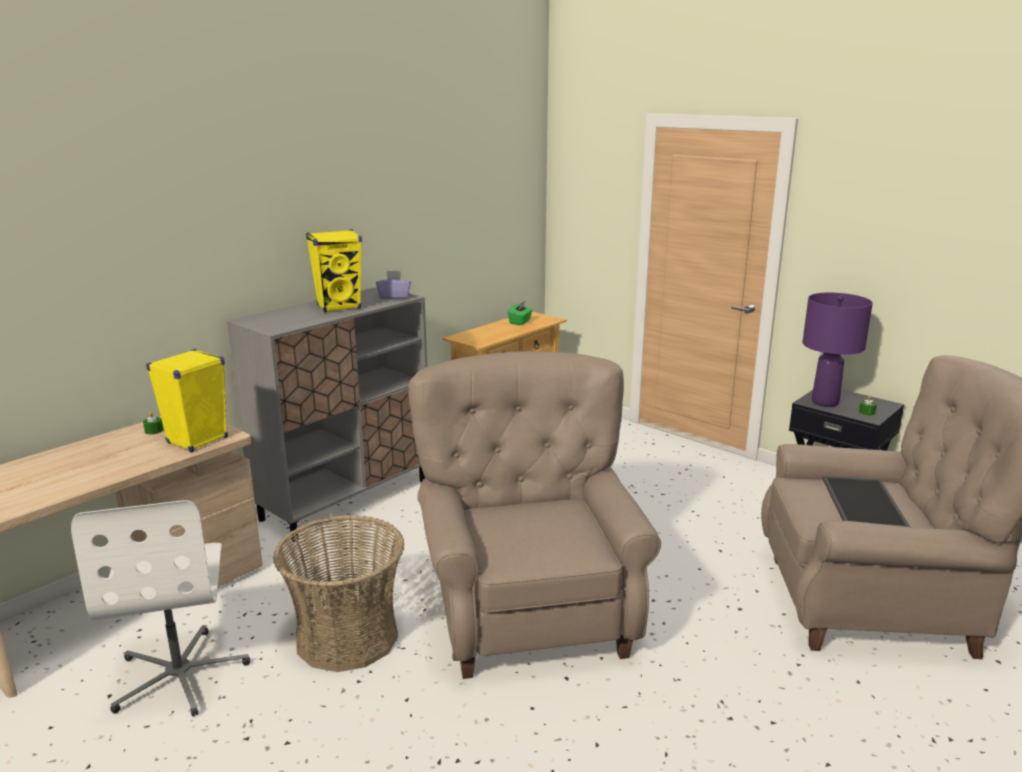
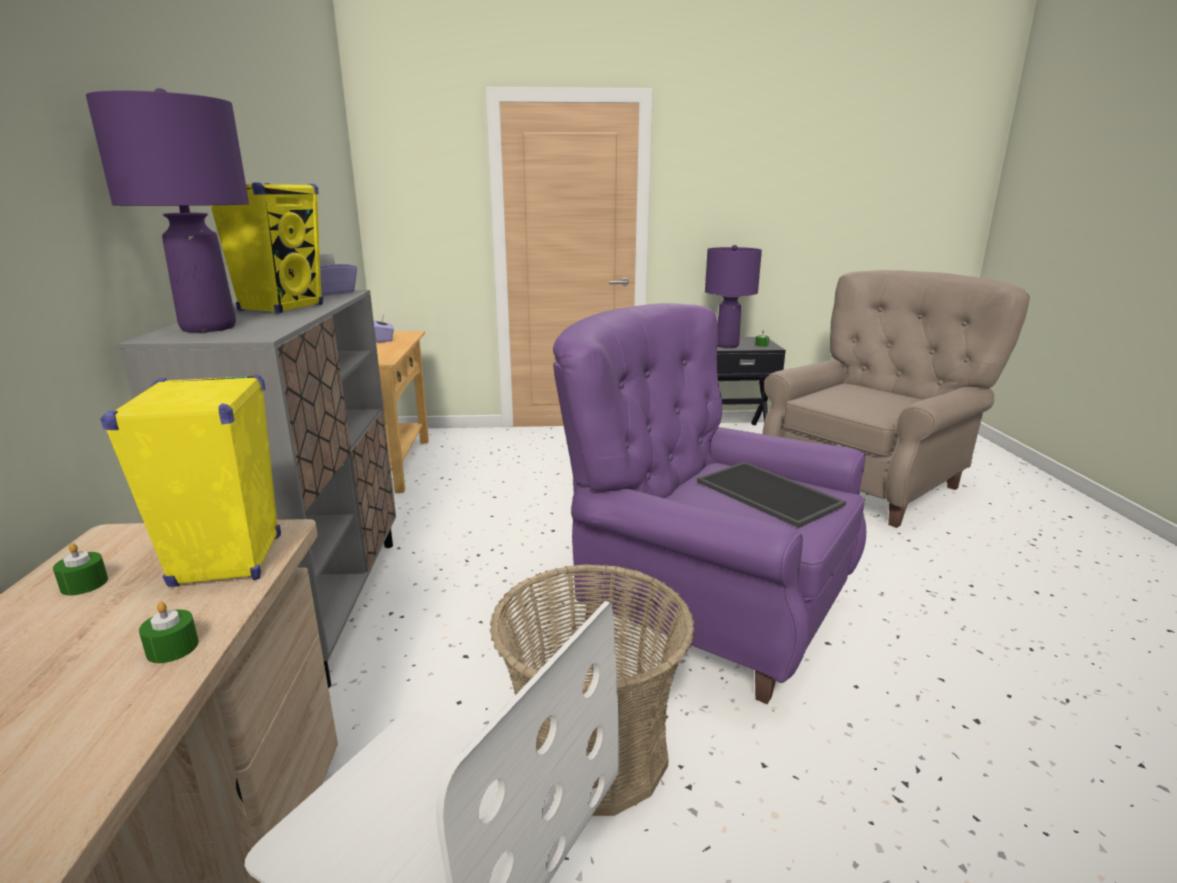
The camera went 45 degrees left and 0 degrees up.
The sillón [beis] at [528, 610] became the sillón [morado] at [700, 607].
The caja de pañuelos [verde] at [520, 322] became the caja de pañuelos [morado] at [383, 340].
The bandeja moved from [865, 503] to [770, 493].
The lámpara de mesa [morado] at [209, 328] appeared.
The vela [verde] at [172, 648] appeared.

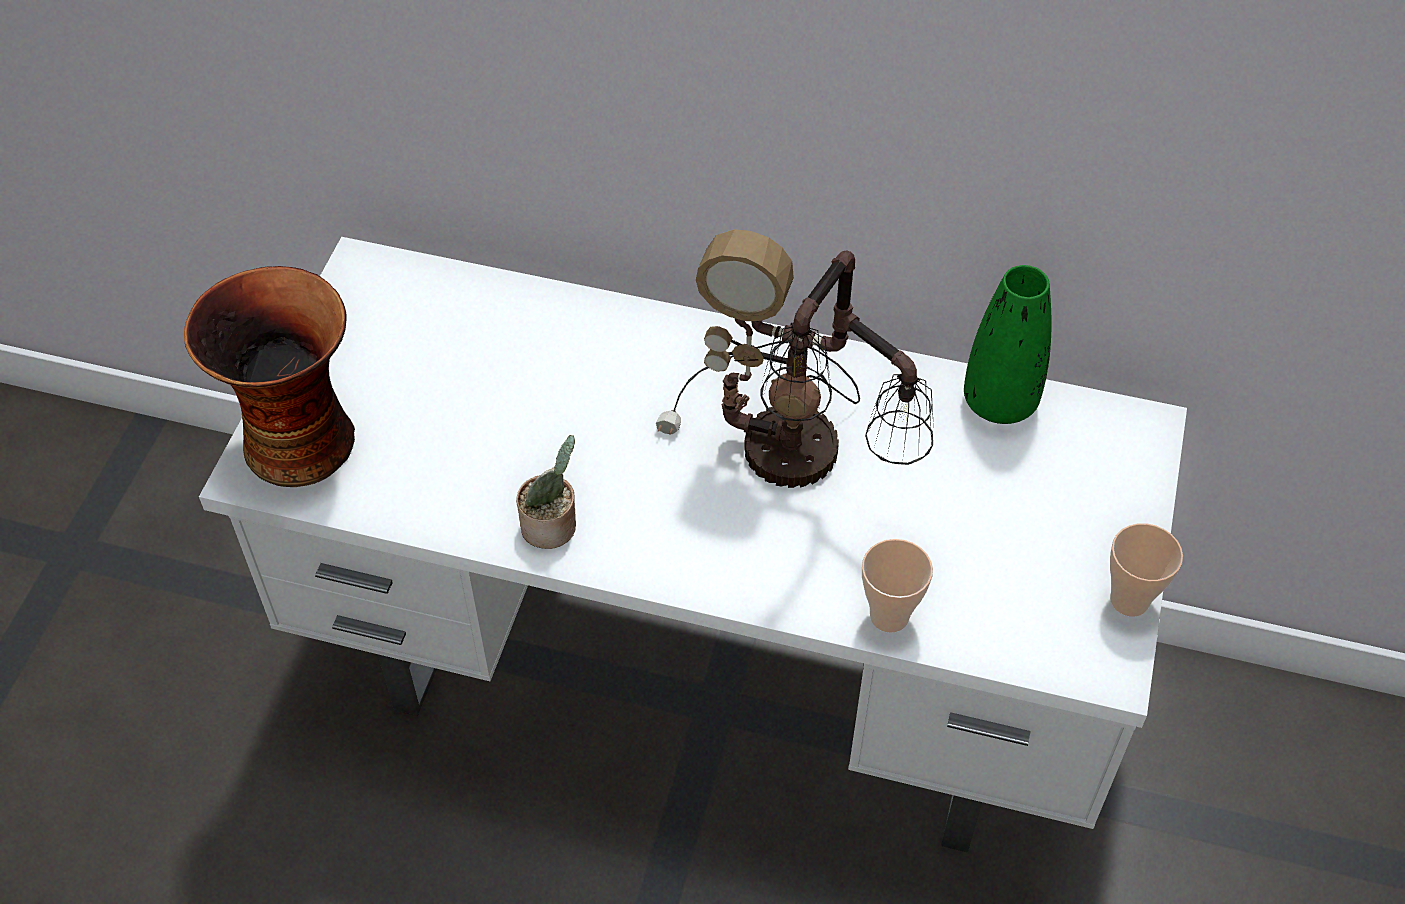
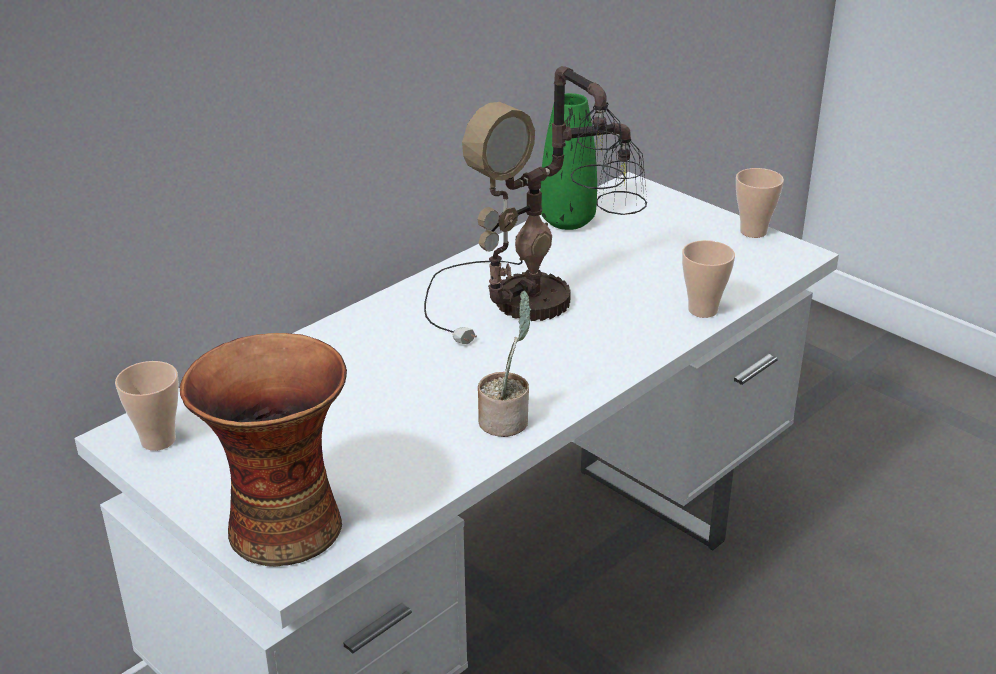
The camera went 60 degrees left and 20 degrees down.
The taza at [158, 440] appeared.

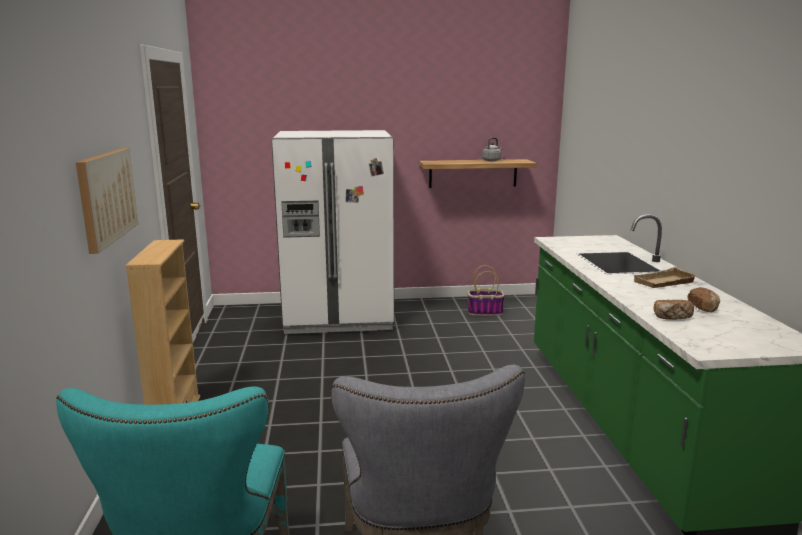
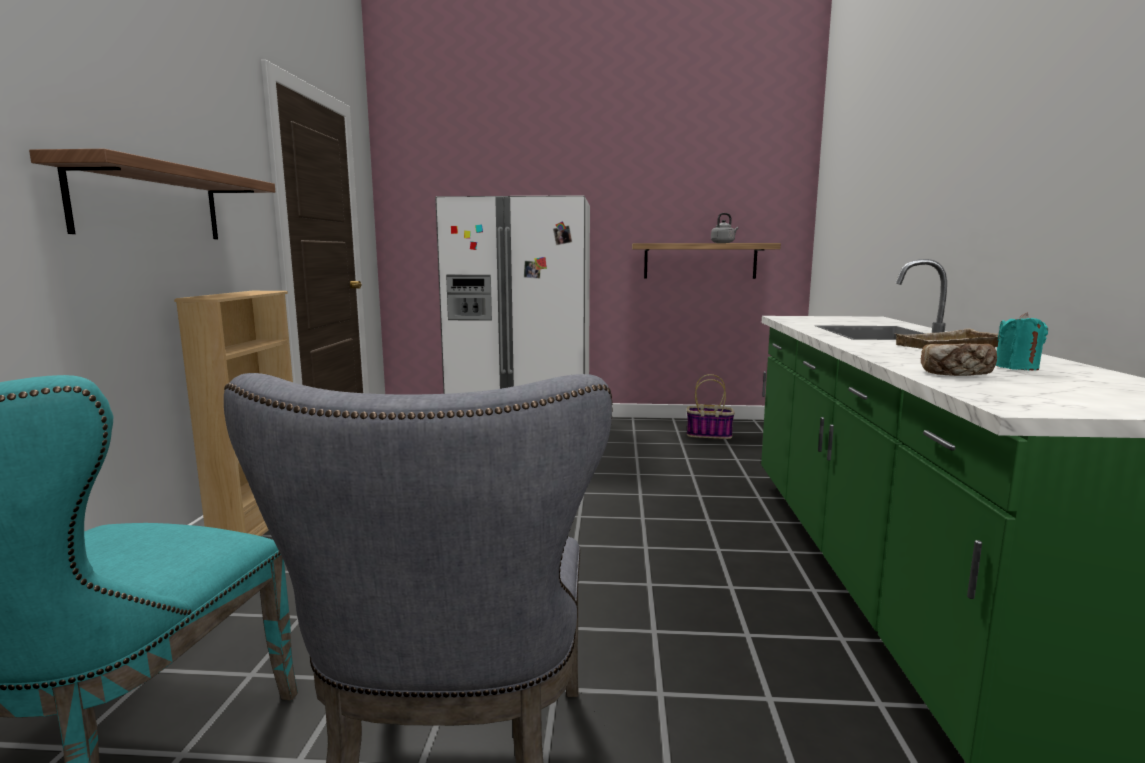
The camera went 10 degrees right and 5 degrees down.
The cuadro at [106, 196] was replaced by the estante at [149, 203].
The pan at [703, 307] was replaced by the vela [turquesa] at [1016, 367].

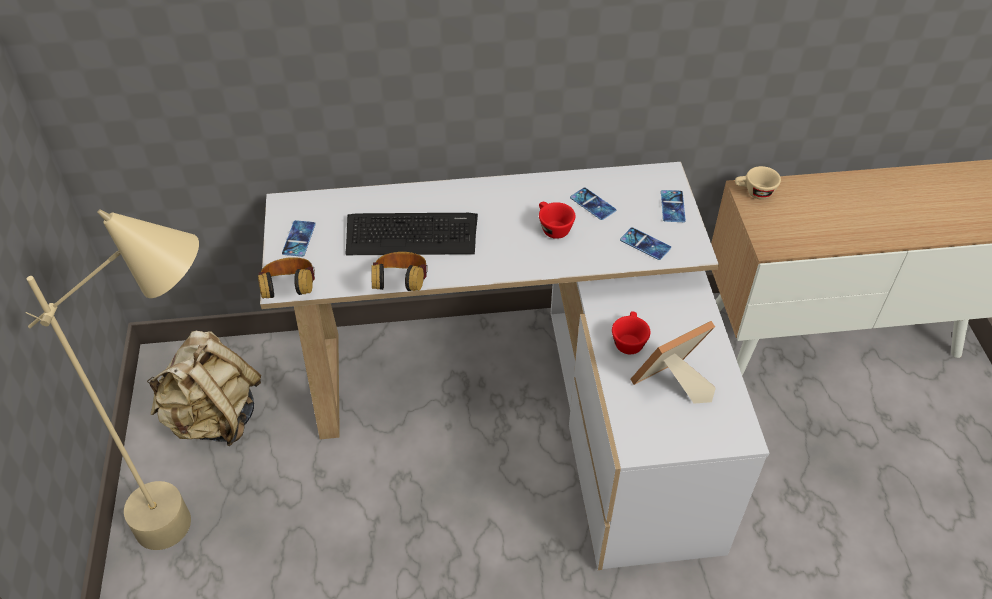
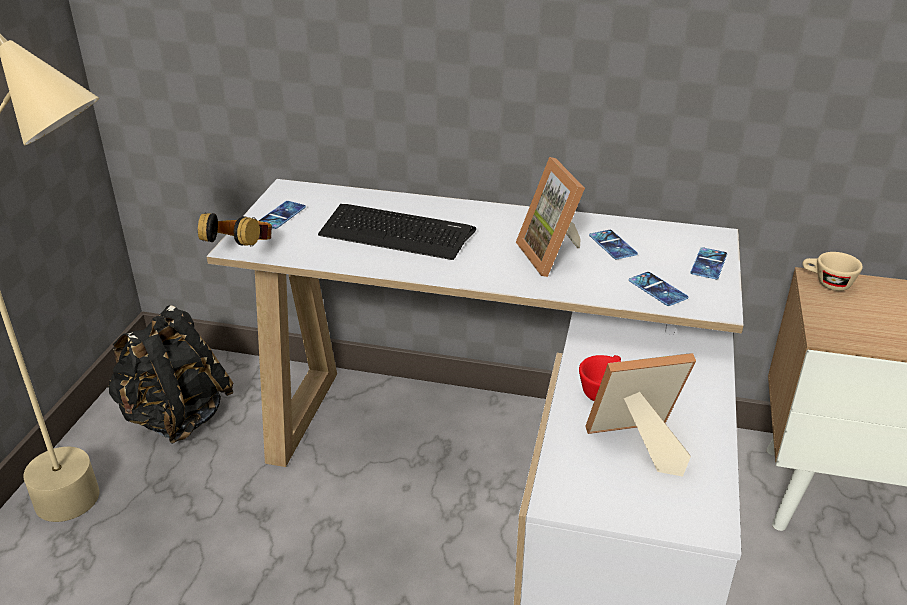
The camera went 20 degrees right and 15 degrees down.
The mochila [beis] at [215, 418] became the mochila [negro] at [176, 417].
The auriculares at [401, 286] disappeared.
The taza [rojo] at [552, 228] was replaced by the portarretratos at [554, 255].

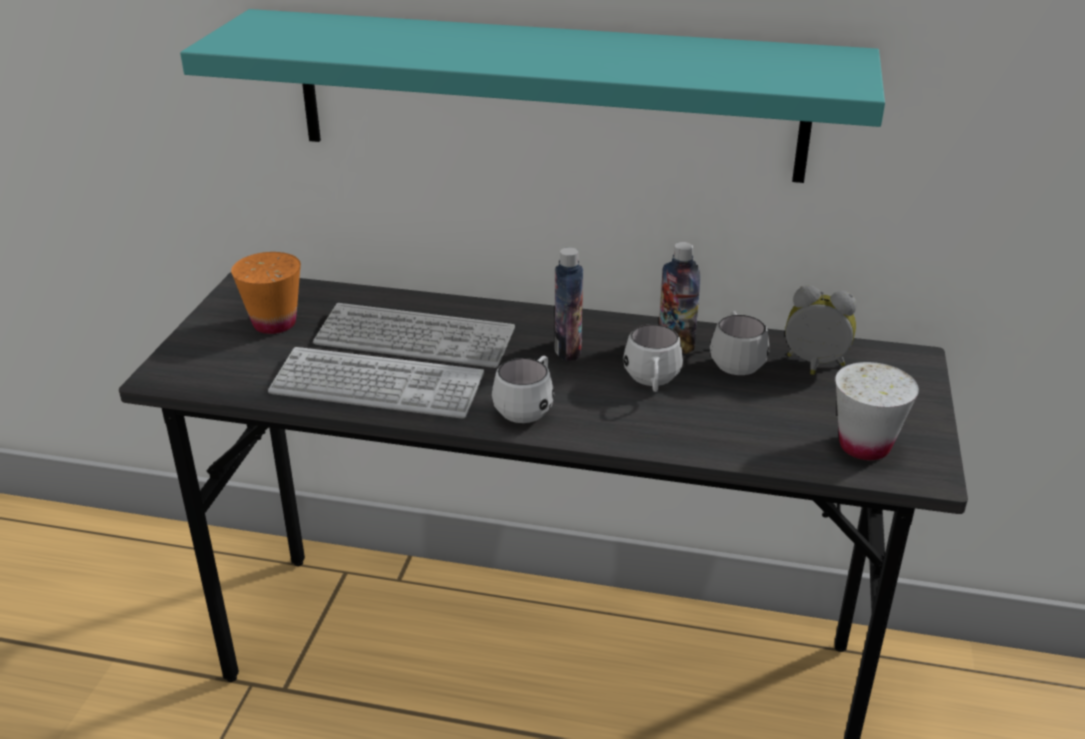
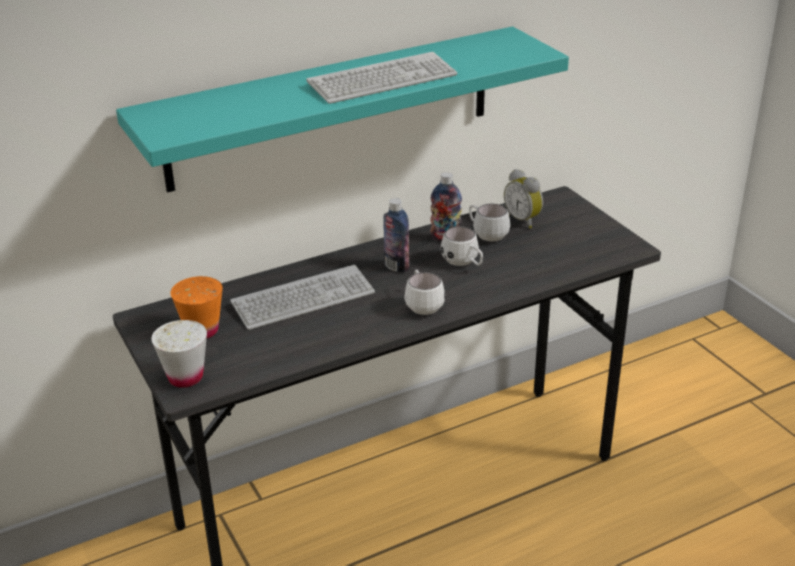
The camera went 40 degrees left and 0 degrees up.
The teclado moved from [377, 386] to [382, 80].
The despertador at [814, 366] turned 105 degrees counterclockwise.
The taza [blanco] moved from [864, 446] to [185, 377].

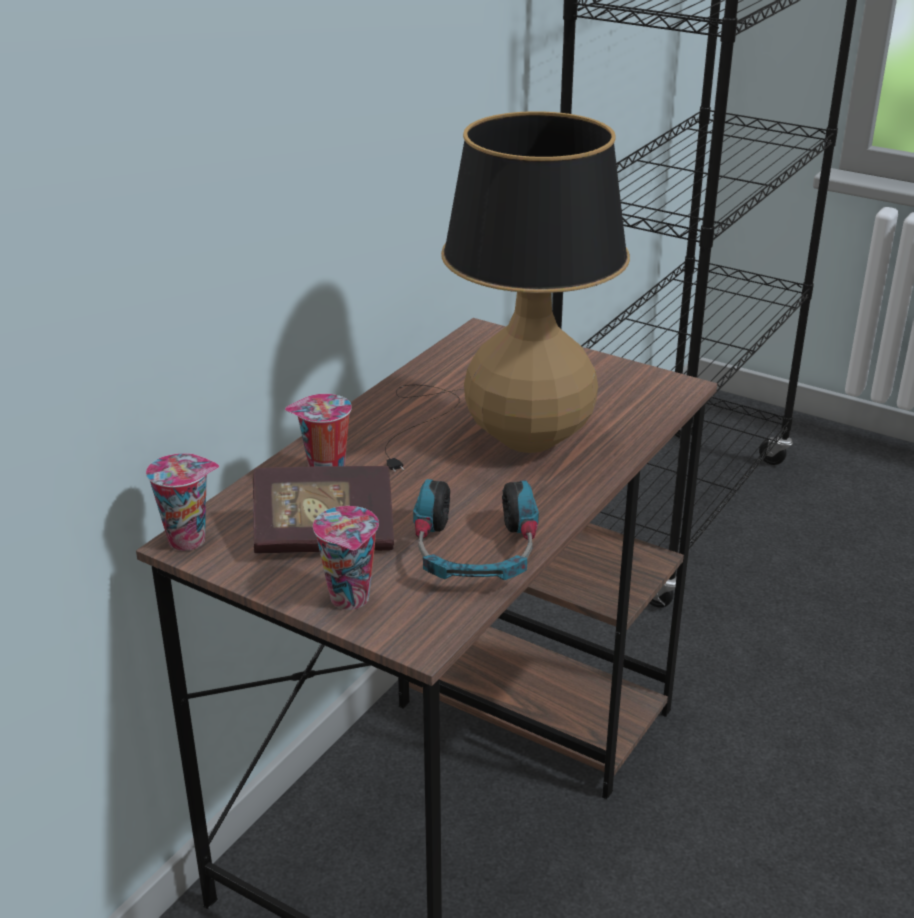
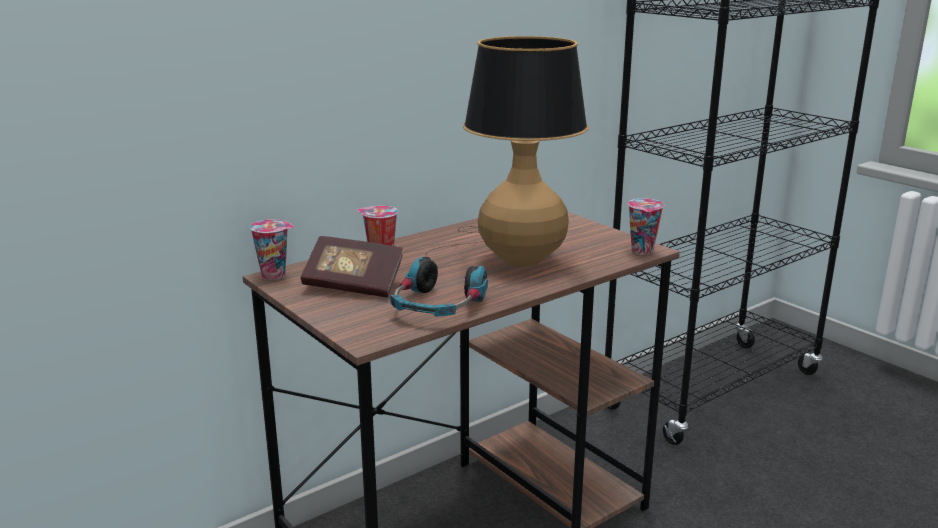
The camera went 20 degrees right and 10 degrees down.
The taza moved from [351, 599] to [643, 251].

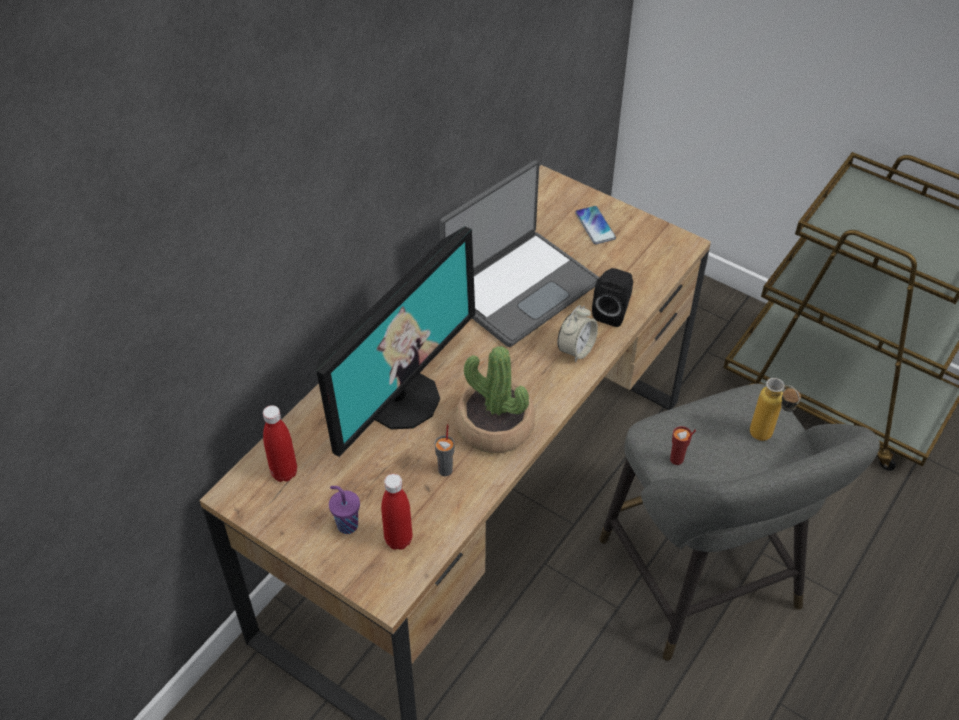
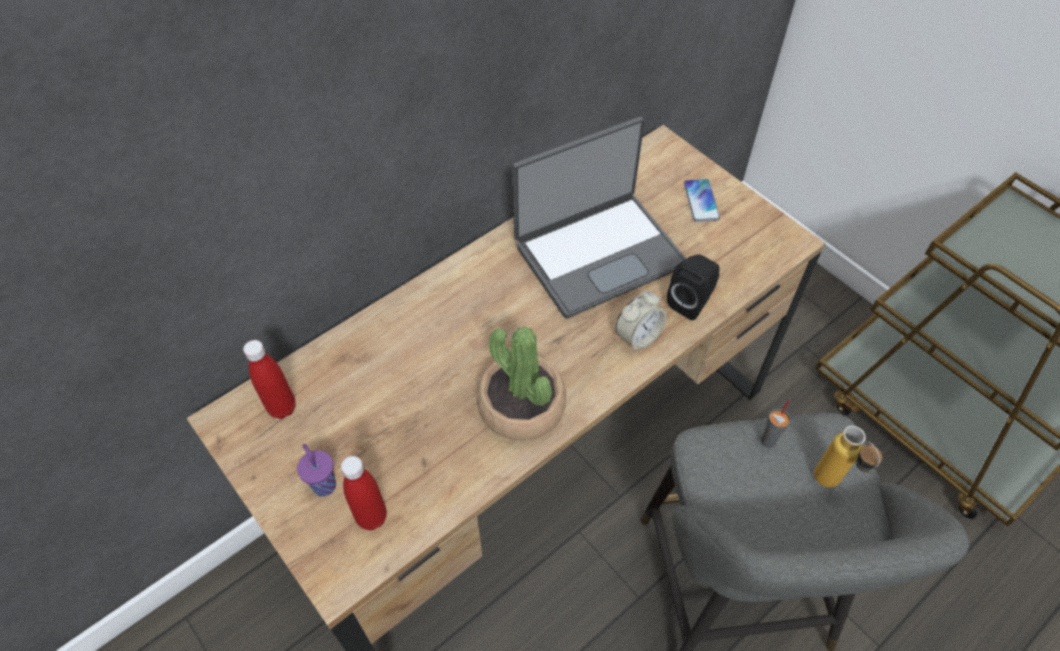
The camera went 15 degrees right and 5 degrees up.
The monitor at [403, 399] disappeared.
The taza [gris] moved from [445, 470] to [768, 440].
The taza [rojo] at [677, 459] disappeared.

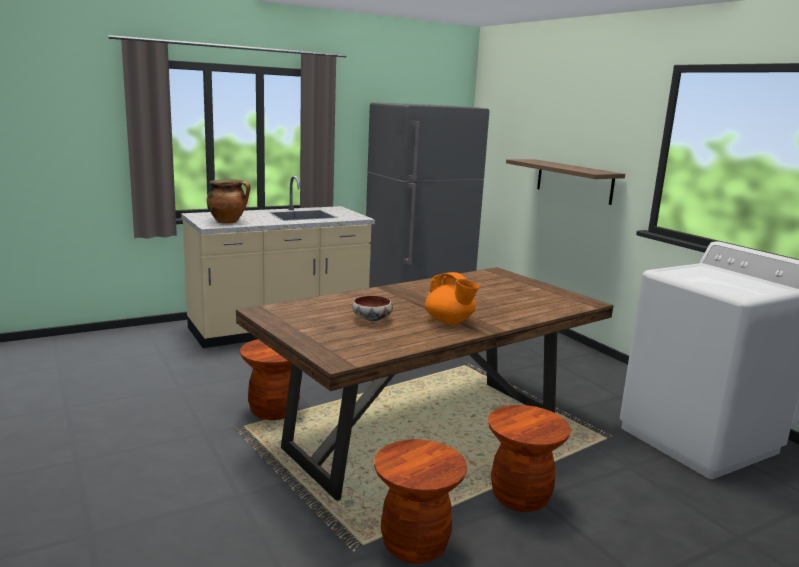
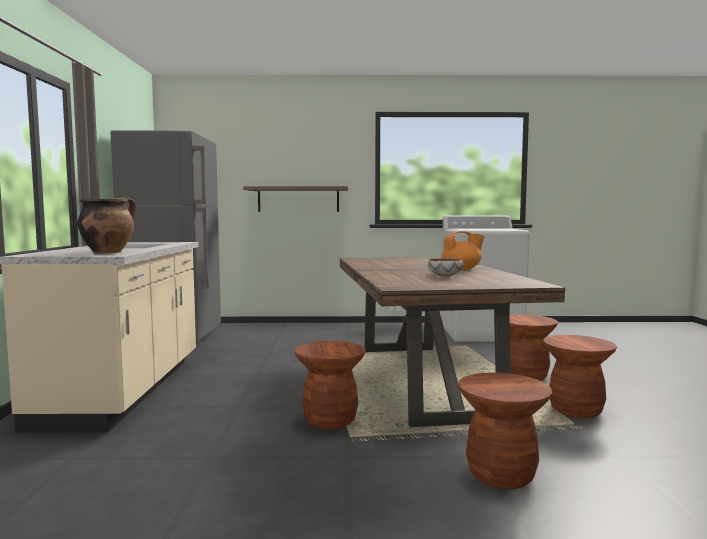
The camera went 60 degrees left and 10 degrees down.
The taburete [marrón] at [501, 475] appeared.

